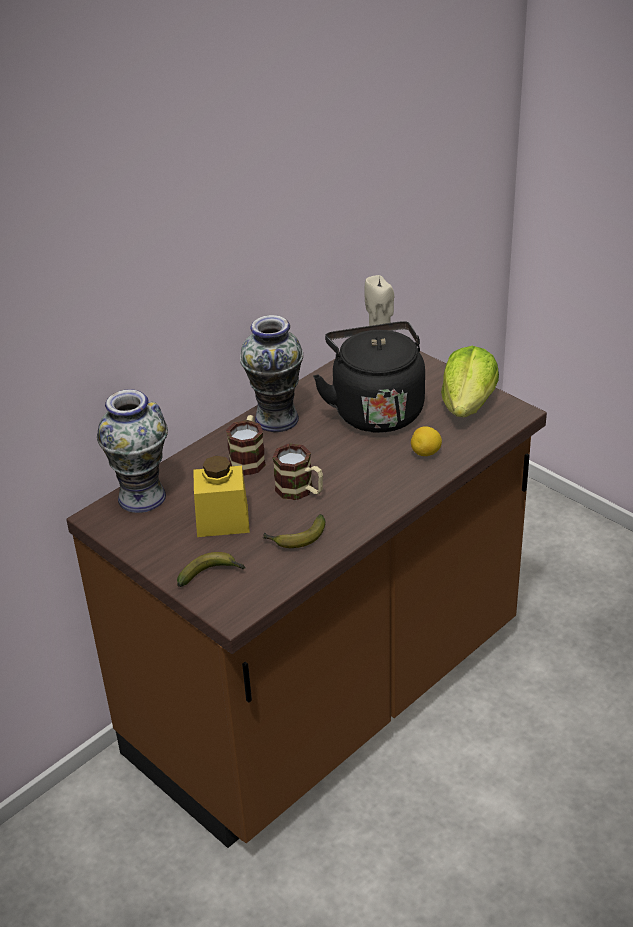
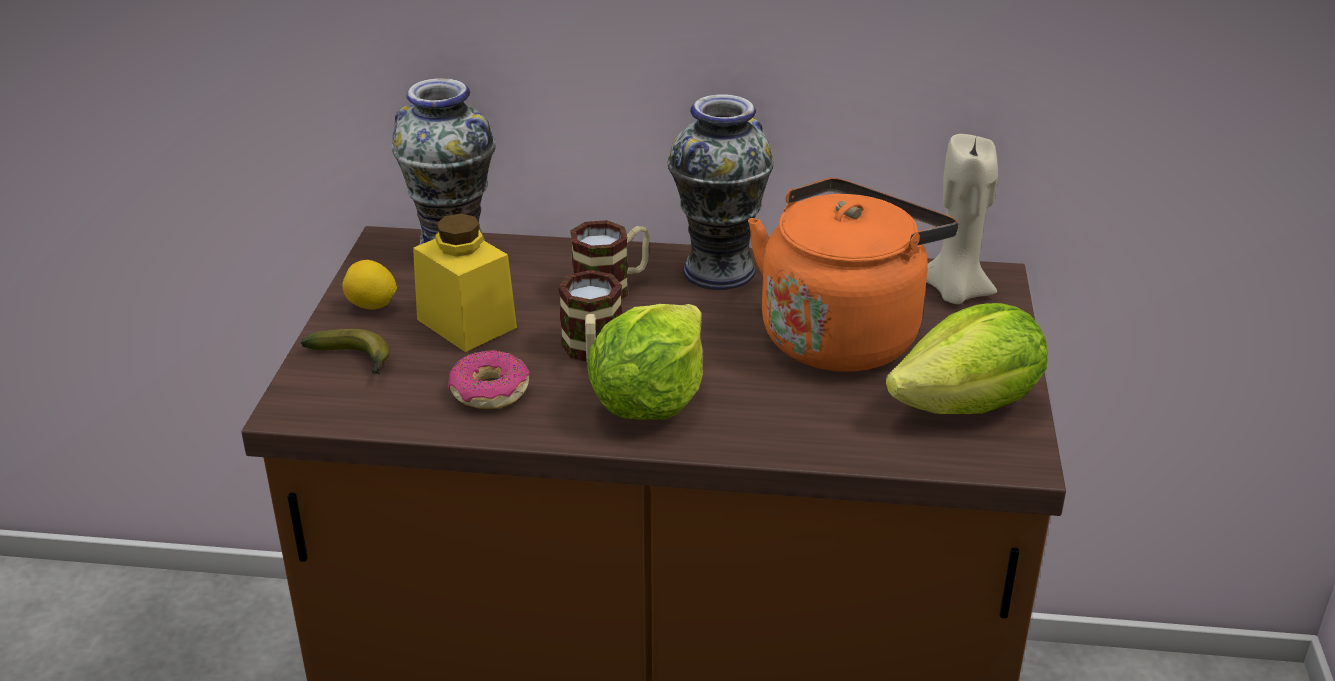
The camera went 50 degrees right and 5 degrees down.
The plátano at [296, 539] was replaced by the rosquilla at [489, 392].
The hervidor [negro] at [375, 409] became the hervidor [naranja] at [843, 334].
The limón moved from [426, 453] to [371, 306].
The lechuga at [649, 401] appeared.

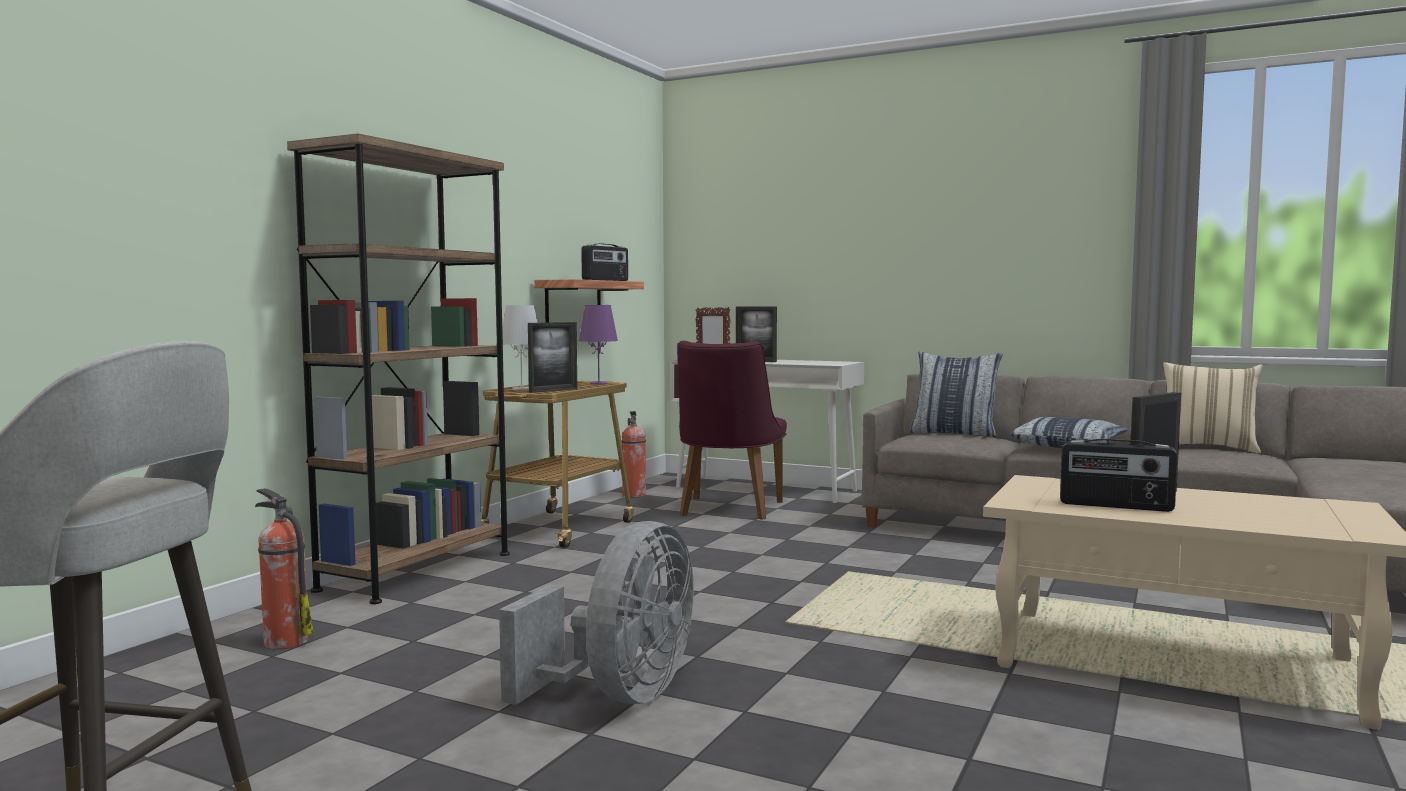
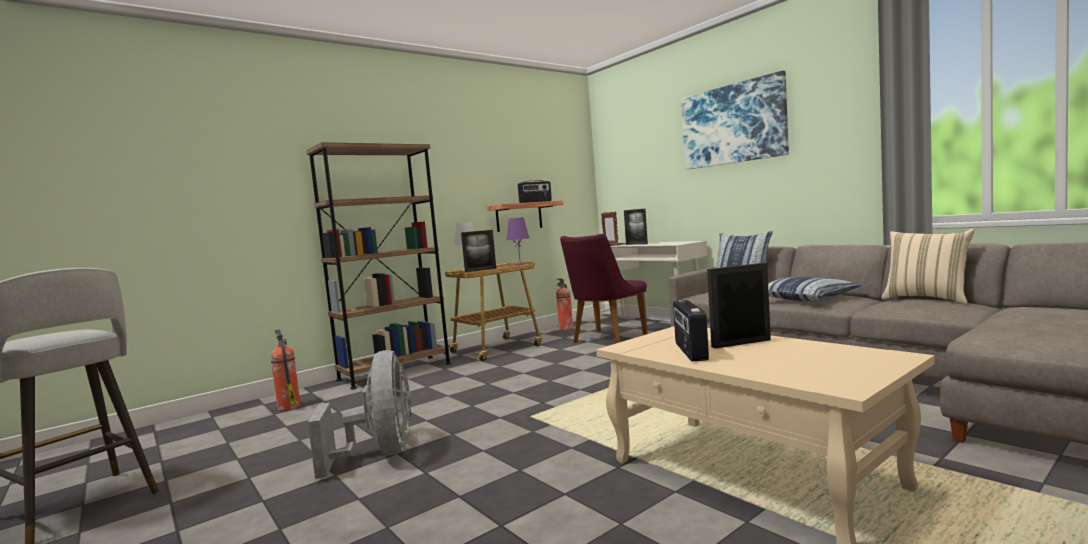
The camera went 25 degrees right and 0 degrees up.
The ventilador [gris] at [620, 695] turned 60 degrees counterclockwise.
The radio at [1116, 506] turned 45 degrees clockwise.
The cuadro at [732, 124] appeared.

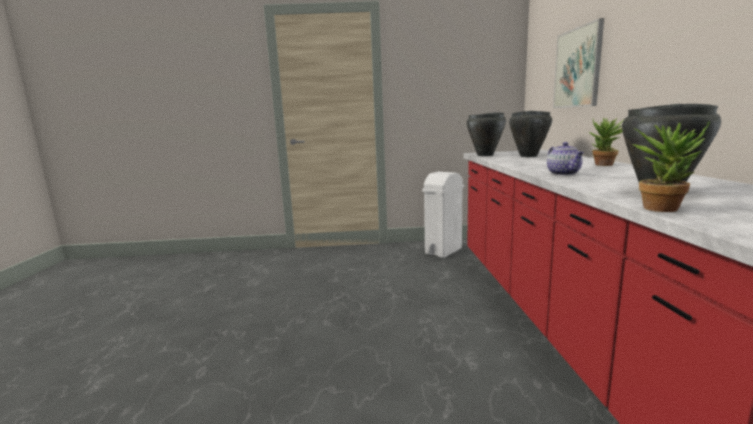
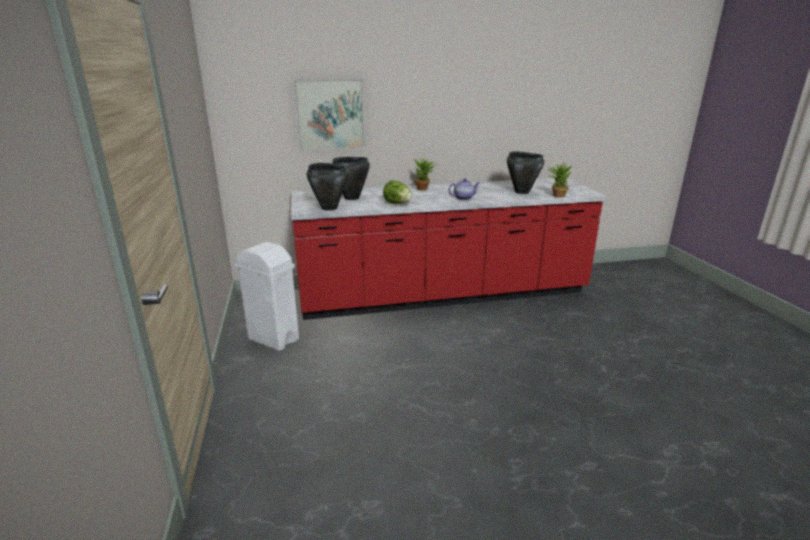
The camera went 100 degrees left and 10 degrees up.
The lechuga at [398, 204] appeared.

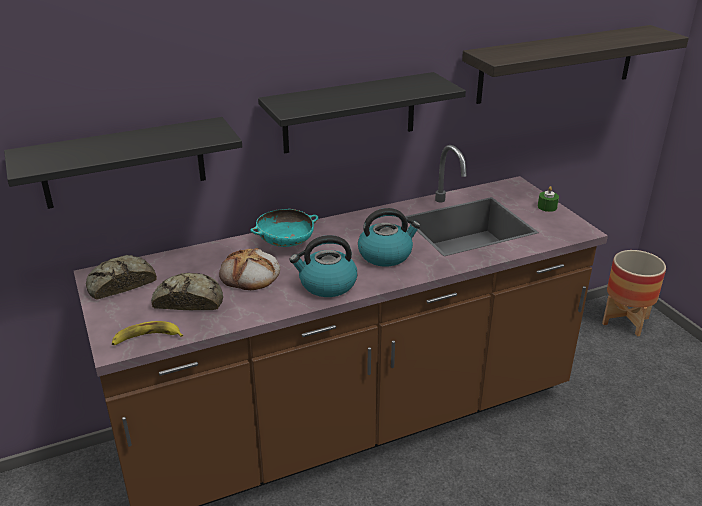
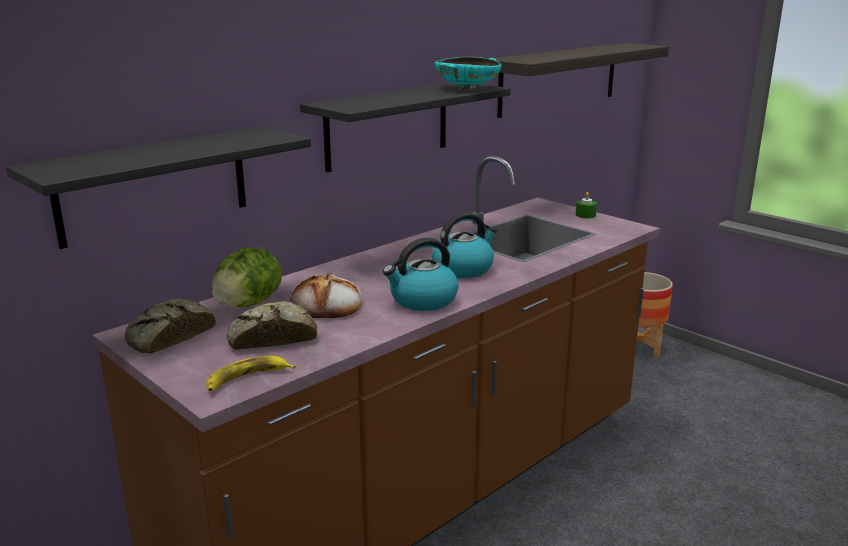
The camera went 20 degrees left and 10 degrees down.
The cuenco [turquesa] moved from [285, 243] to [467, 88].
The lechuga at [248, 304] appeared.

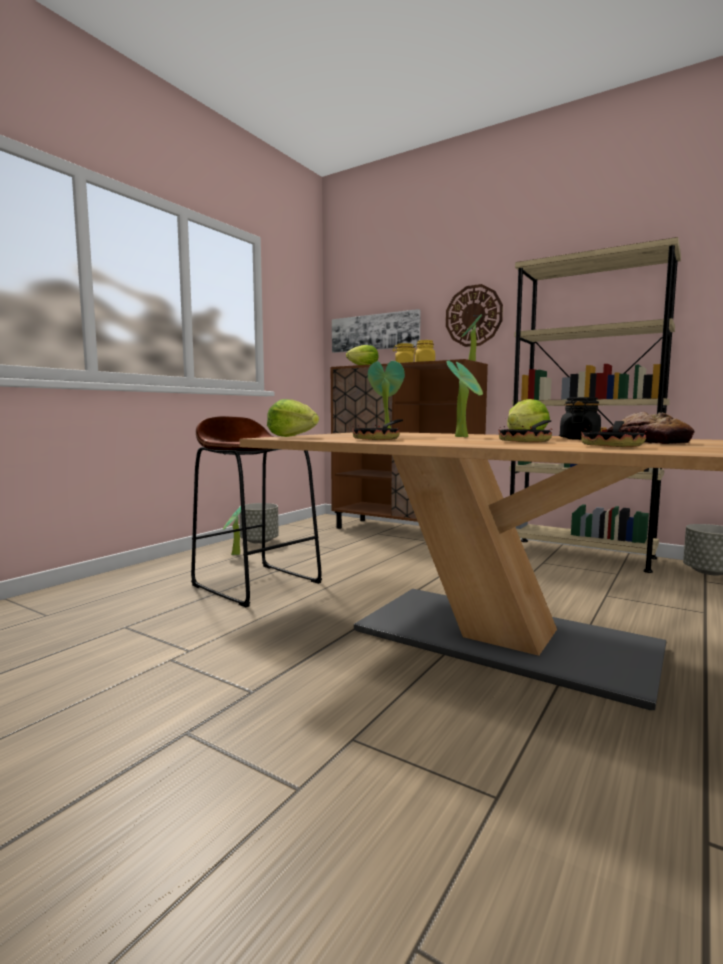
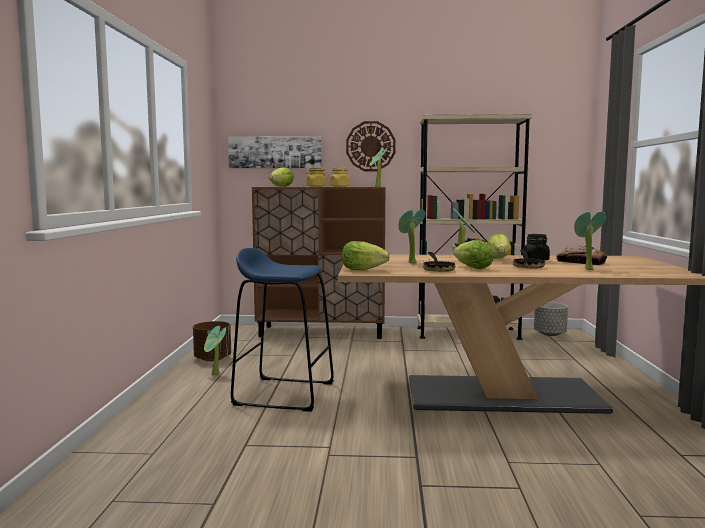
The camera went 30 degrees left and 0 degrees up.
The taburete [marrón] at [257, 584] became the taburete [azul] at [284, 393].
The maceta [gris] at [259, 541] became the maceta [marrón] at [213, 359].
The sartén at [613, 446] was replaced by the planta en maceta at [586, 269].
The lechuga at [472, 268] appeared.

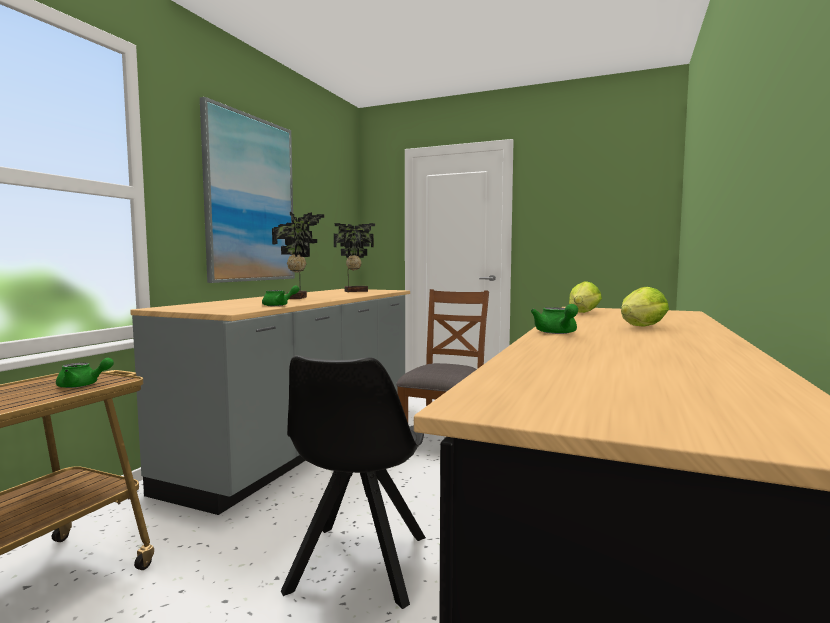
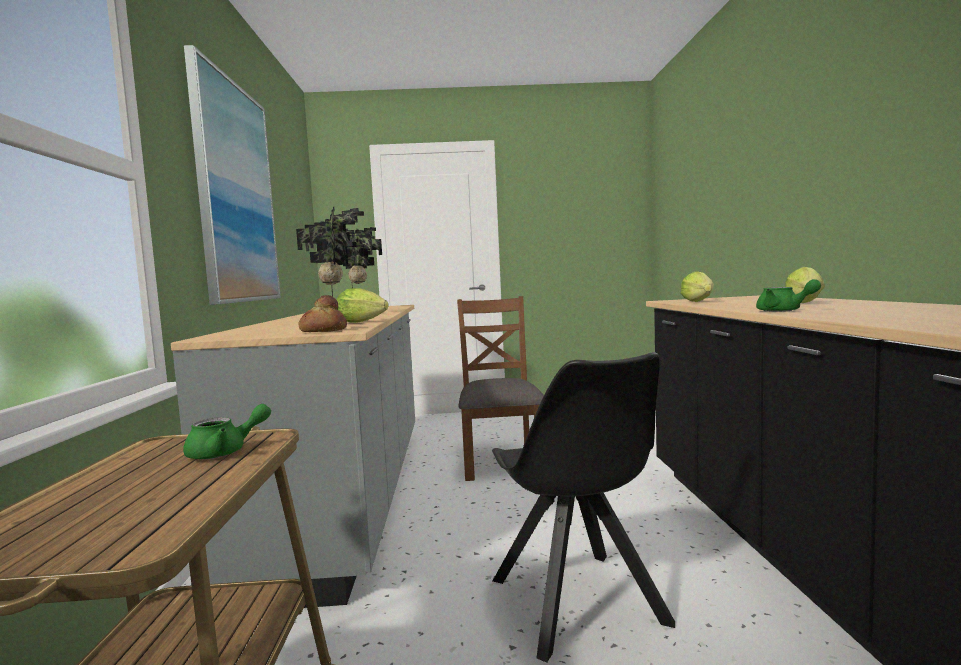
The camera went 25 degrees left and 0 degrees up.
The tetera [verde] at [279, 305] was replaced by the lechuga at [364, 322].
The pan at [322, 331] appeared.

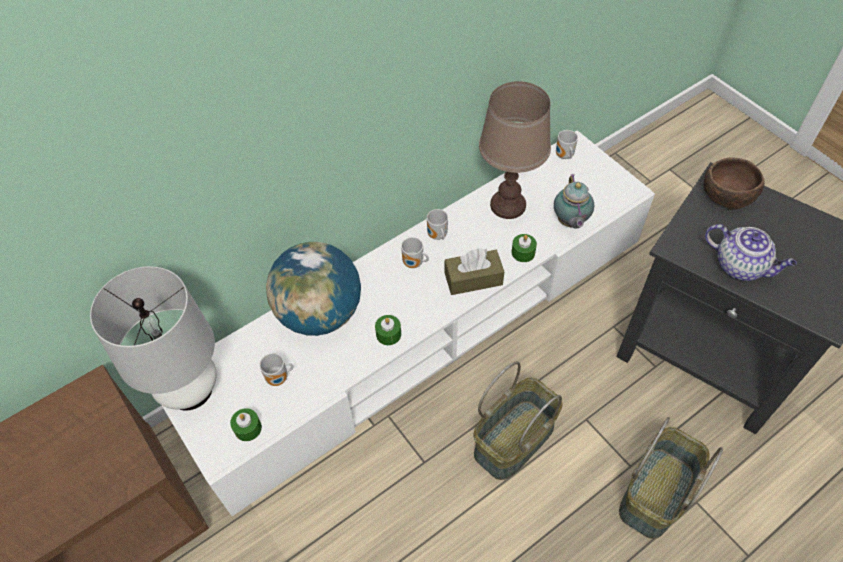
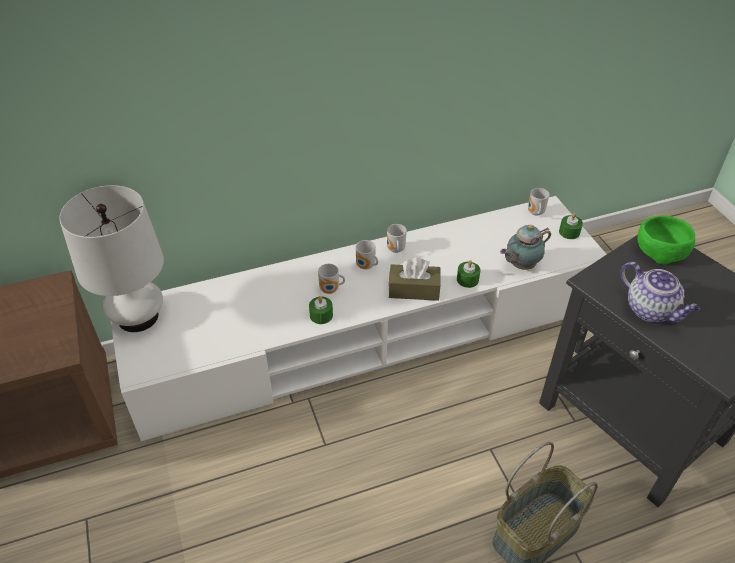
The camera went 15 degrees right and 10 degrees down.
The vela [verde] moved from [248, 428] to [569, 232].
The taza grande moved from [279, 379] to [330, 290].
The globo terráqueo at [320, 314] disappeared.
The cesta at [513, 438] disappeared.
The lámpara de mesa [marrón] at [507, 205] disappeared.
The tetera at [570, 222] turned 45 degrees clockwise.
The cuenco [marrón] at [726, 194] became the cuenco [verde] at [659, 251].

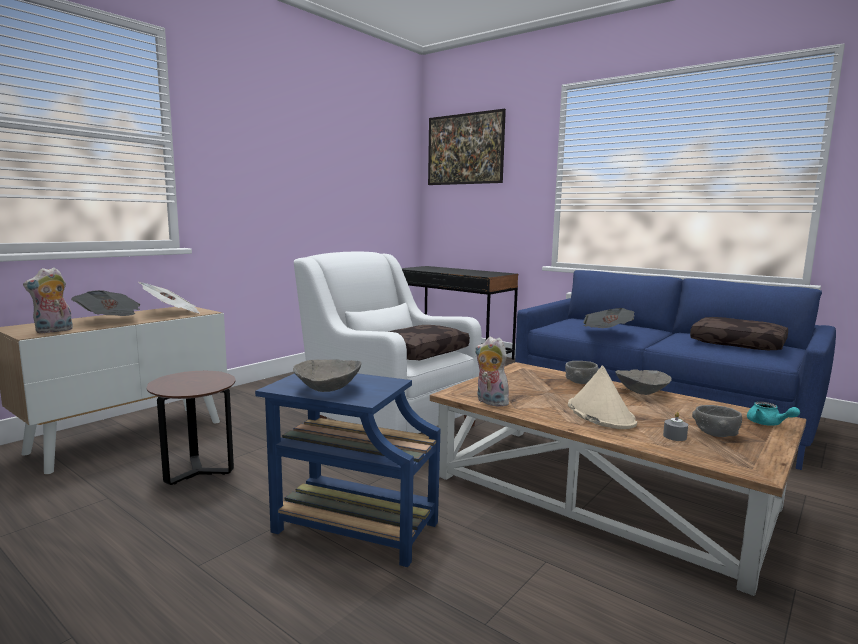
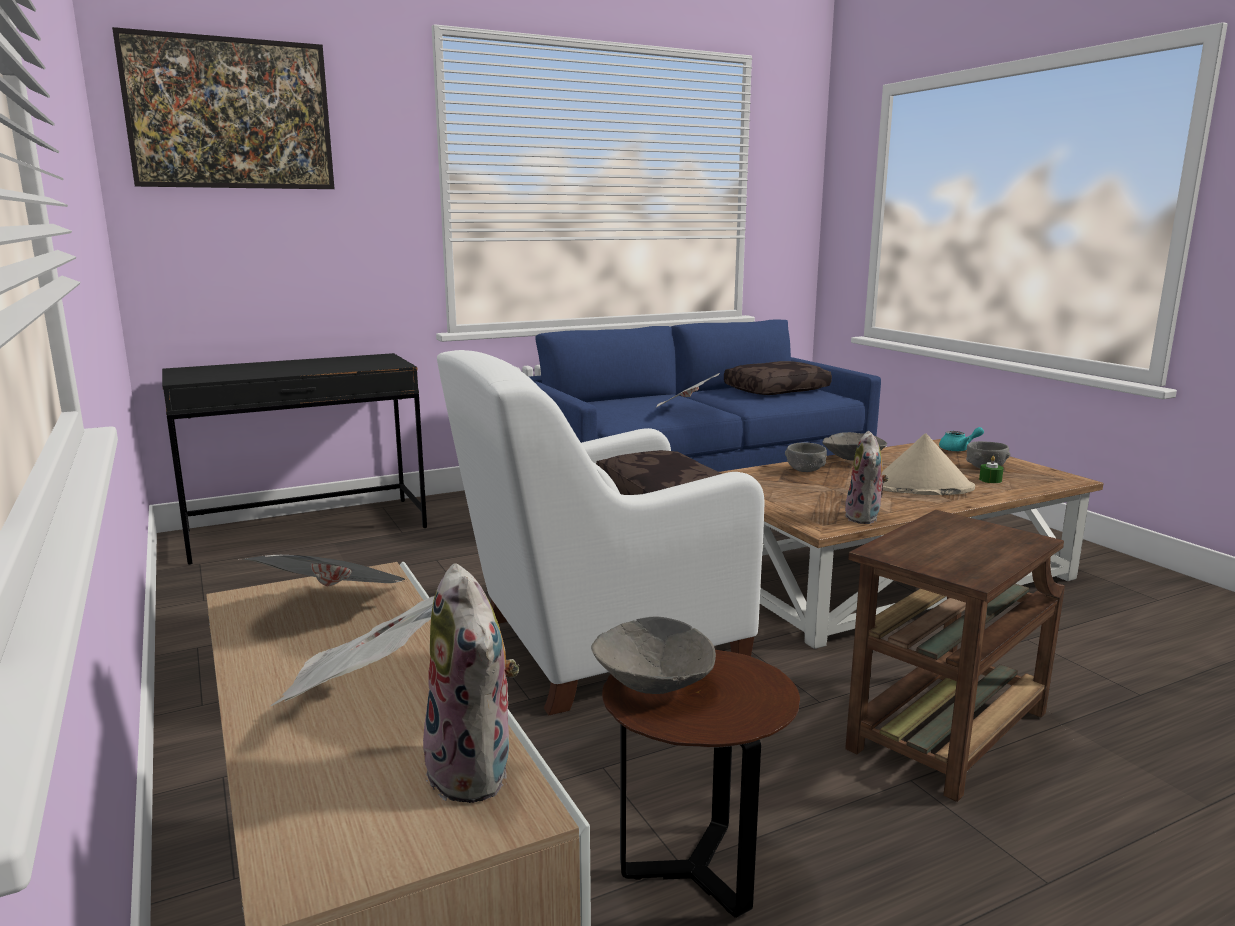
The camera went 65 degrees left and 5 degrees up.
The mesa auxiliar [azul] at [351, 527] became the mesa auxiliar [marrón] at [945, 735].
The cuenco [gris] moved from [328, 389] to [653, 684].
The peluche at [490, 402] turned 60 degrees counterclockwise.
The vela [gris] at [674, 436] became the vela [verde] at [990, 480].

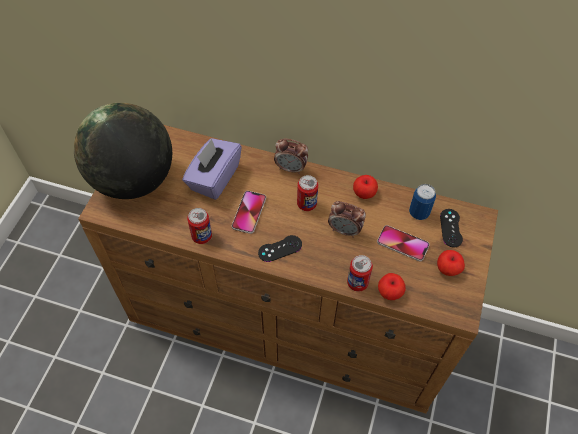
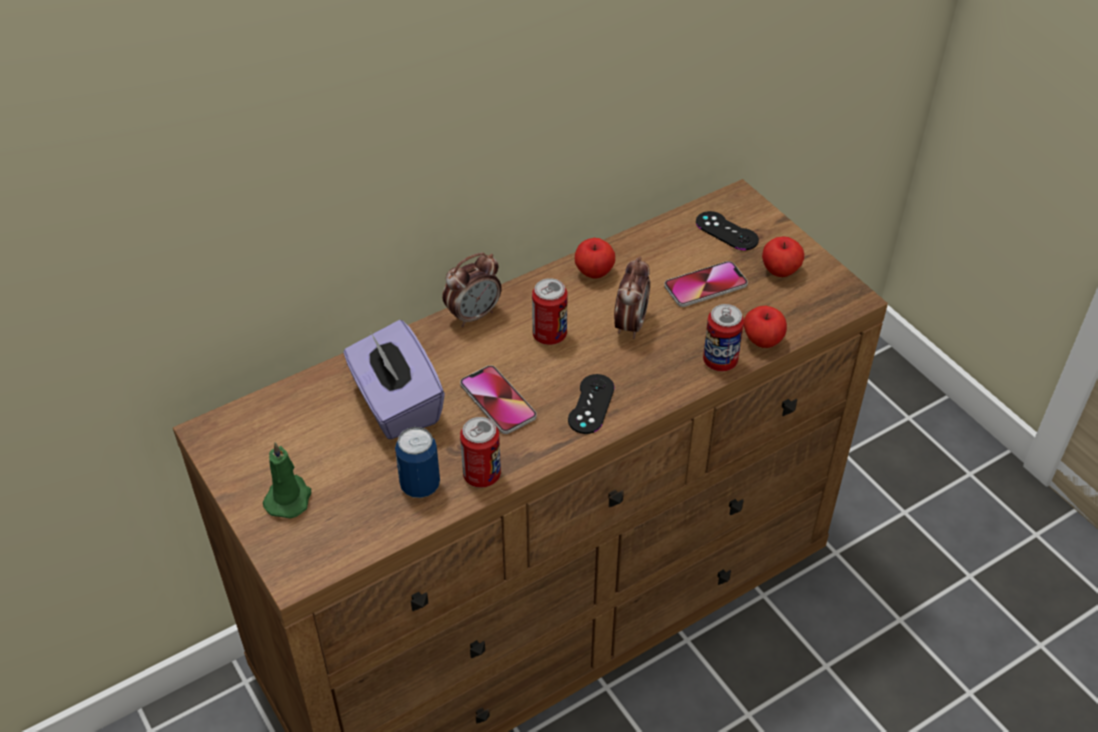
The camera went 50 degrees left and 10 degrees down.
The globo terráqueo at [134, 180] was replaced by the vela [verde] at [289, 497].
The despertador at [345, 230] turned 45 degrees counterclockwise.
The lata moved from [419, 213] to [420, 485].

